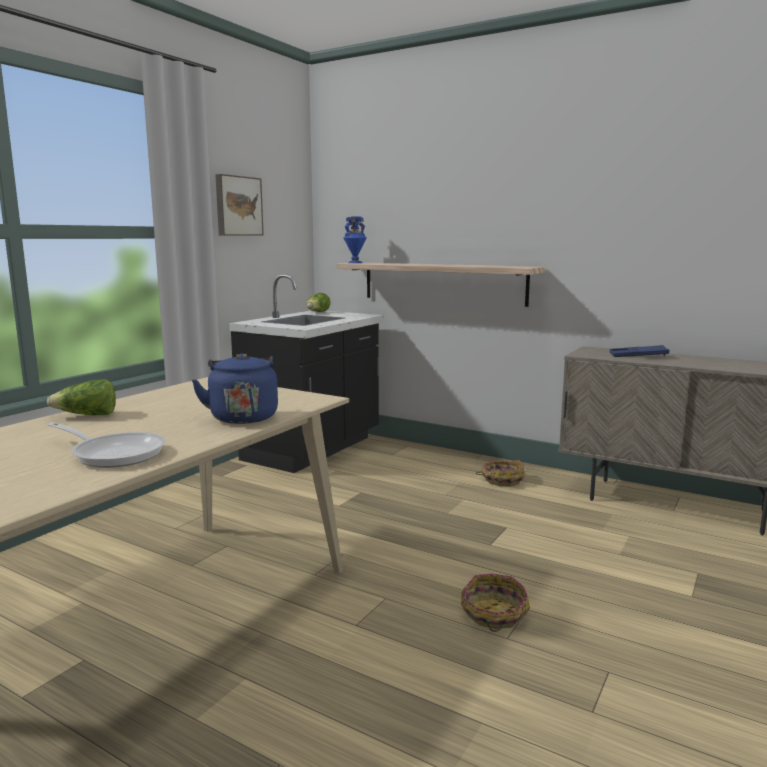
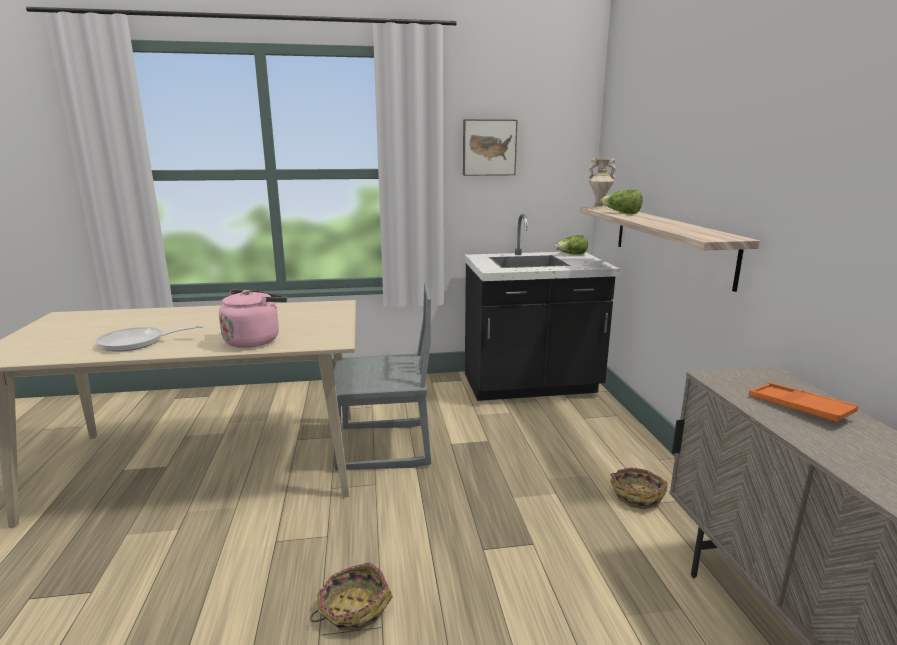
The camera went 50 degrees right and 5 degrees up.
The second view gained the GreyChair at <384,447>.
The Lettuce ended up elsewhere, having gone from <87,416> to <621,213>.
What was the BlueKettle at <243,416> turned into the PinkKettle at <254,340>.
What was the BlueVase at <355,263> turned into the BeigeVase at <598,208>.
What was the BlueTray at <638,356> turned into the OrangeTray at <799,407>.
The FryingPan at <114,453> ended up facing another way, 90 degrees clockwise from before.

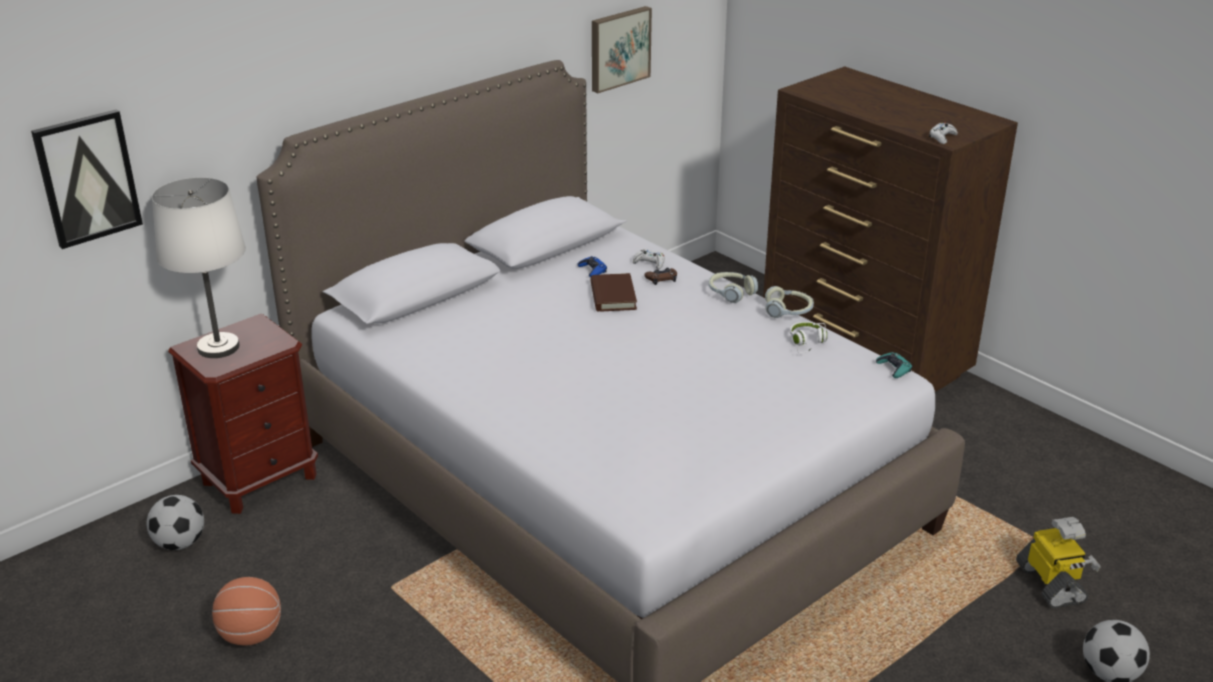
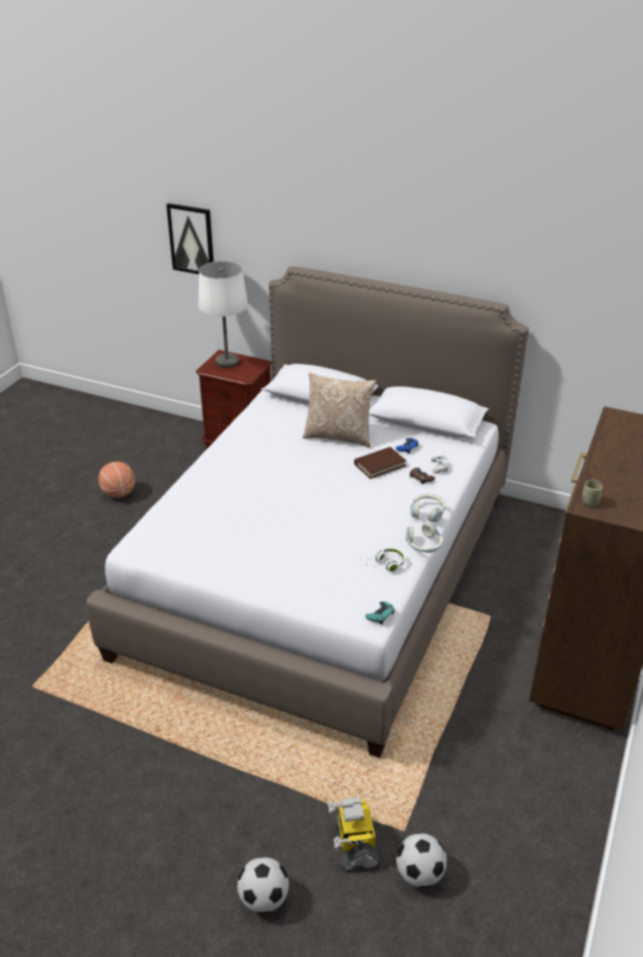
The camera went 65 degrees right and 5 degrees up.
The second view lost the Picture at <618,48>.
The second view gained the Pillow at <339,436>.
The Football ended up elsewhere, having gone from <180,543> to <419,874>.
Where the WhiteGameController stood at <942,137>, the Cup came to stand at <590,502>.
The ToyRobot at <1052,584> ended up facing another way, 120 degrees clockwise from before.

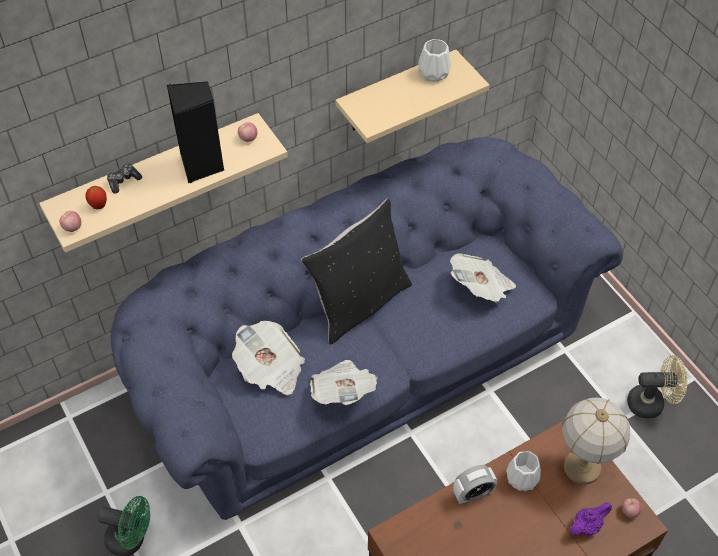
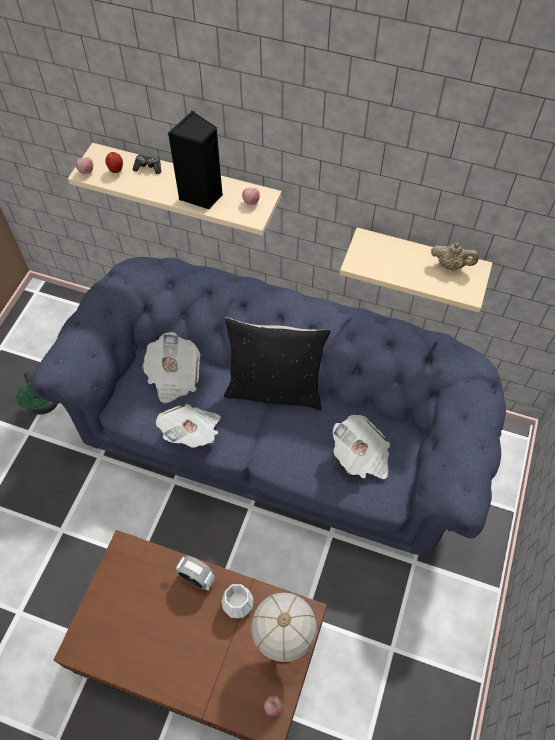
The camera went 50 degrees right and 5 degrees up.
The second view lost the PurpleTeapot at <587,526>.
The second view lost the BeigeFan at <651,403>.
Where the WhiteVase stood at <434,72>, the BeigeTeapot came to stand at <451,265>.

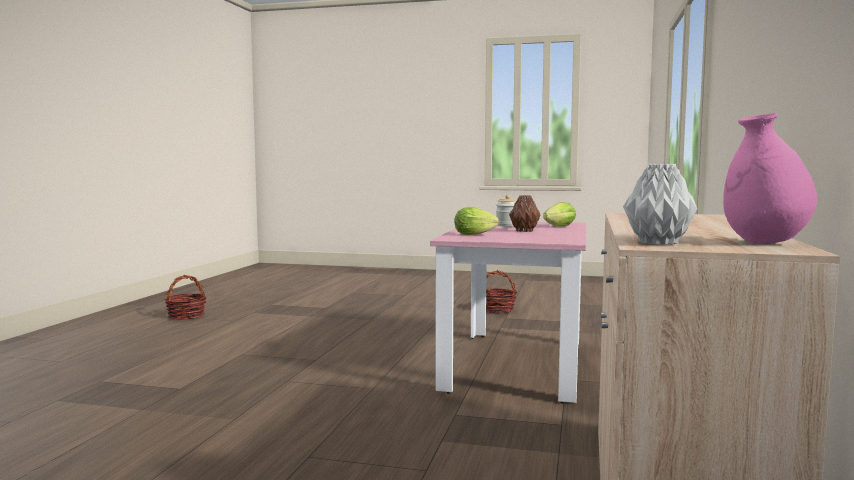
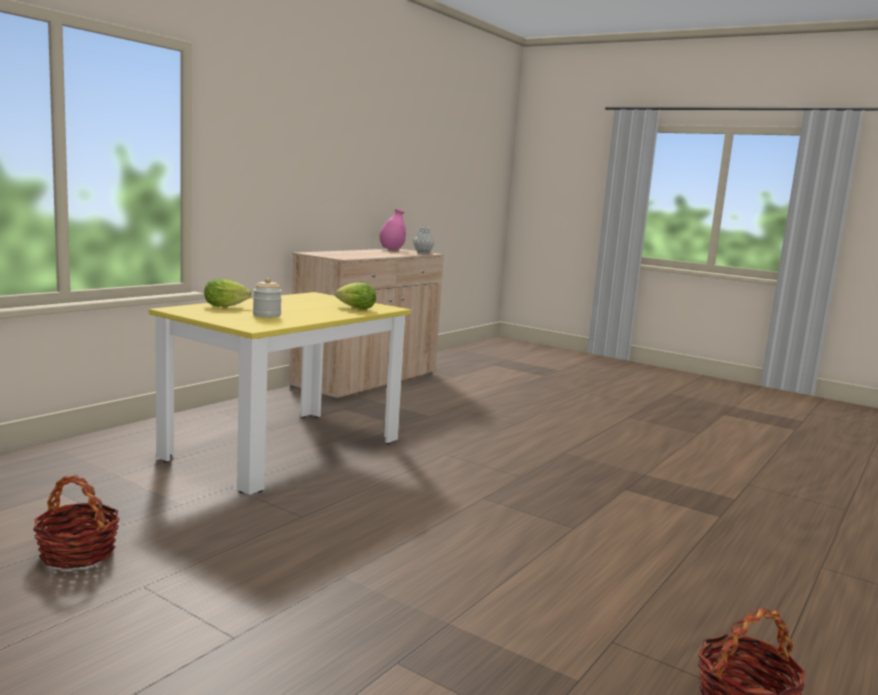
The camera went 160 degrees left and 5 degrees up.
The second view lost the BrownVase at <525,231>.
What was the PinkDiningTable at <516,364> turned into the YellowDiningTable at <284,449>.

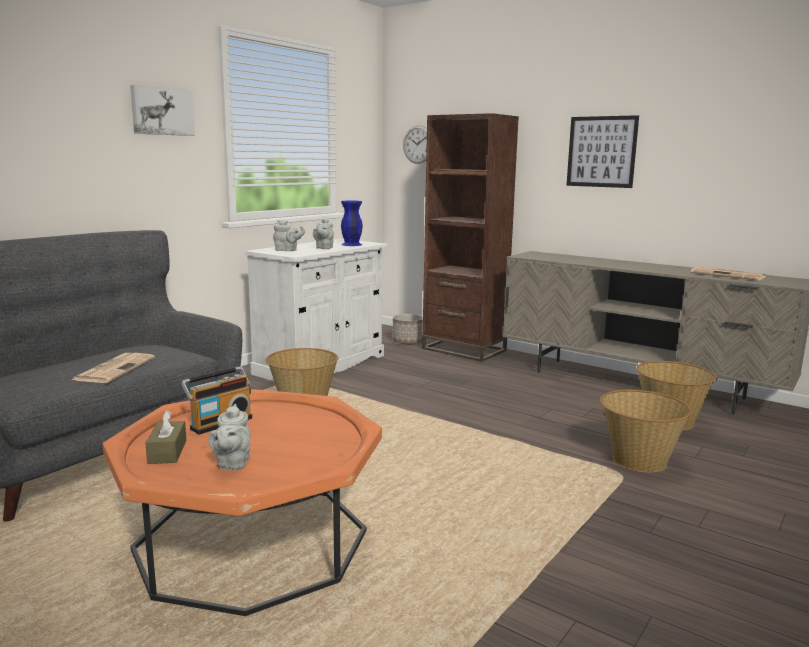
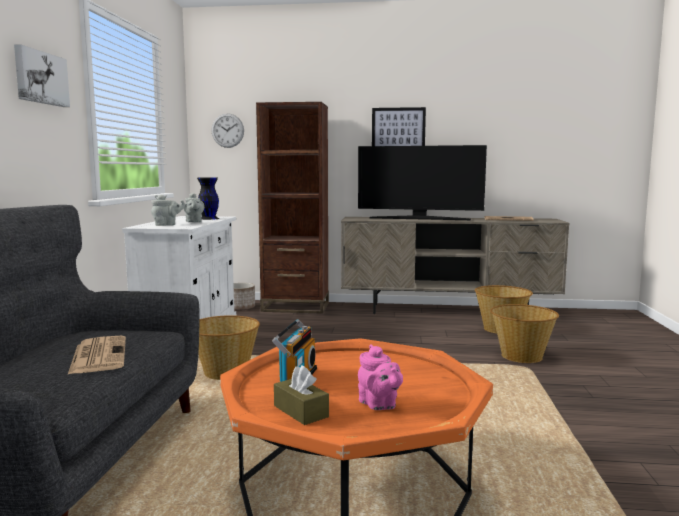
The camera went 30 degrees left and 5 degrees down.
The second view gained the Television at <420,219>.
What was the GreyTeapot at <232,464> turned into the PinkTeapot at <379,405>.
What was the BlueVase at <351,244> turned into the BlackVase at <208,218>.

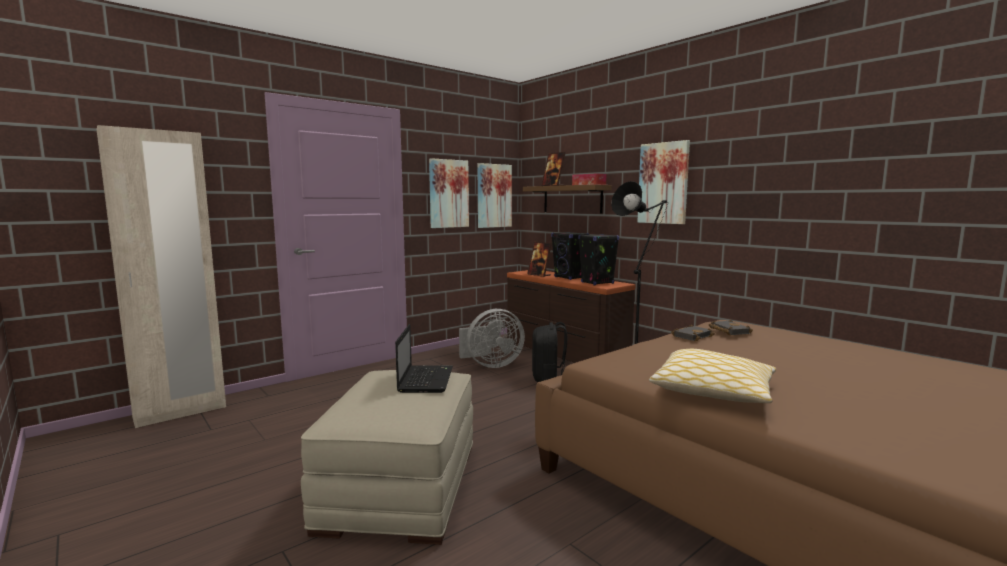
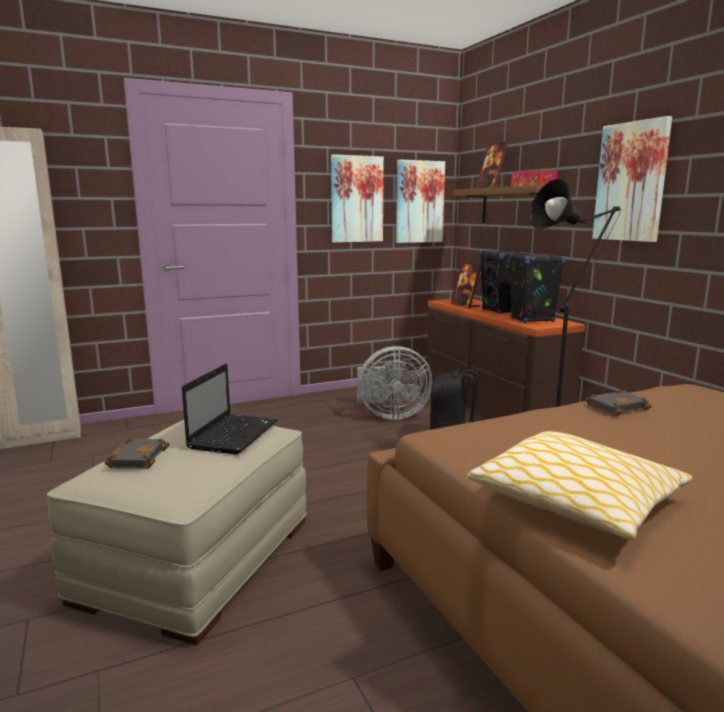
The camera went 15 degrees right and 5 degrees up.
The BlackBook ended up elsewhere, having gone from <727,331> to <137,458>.

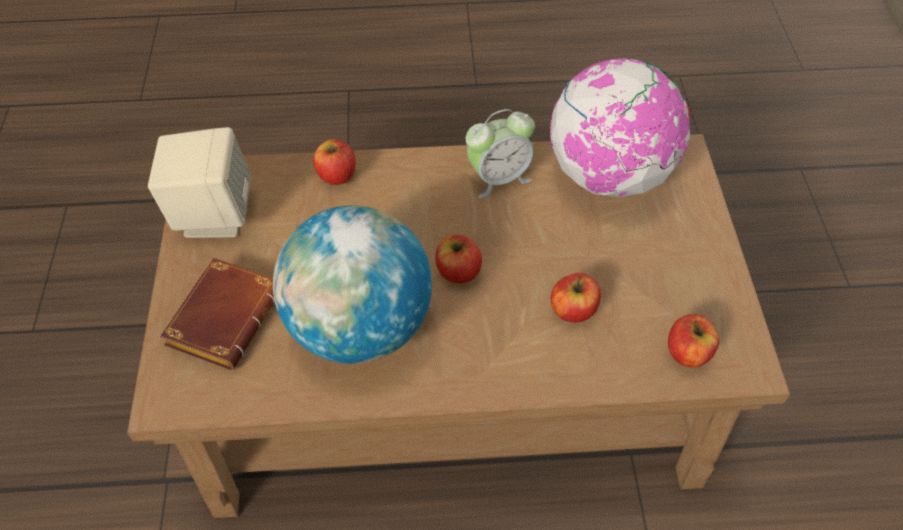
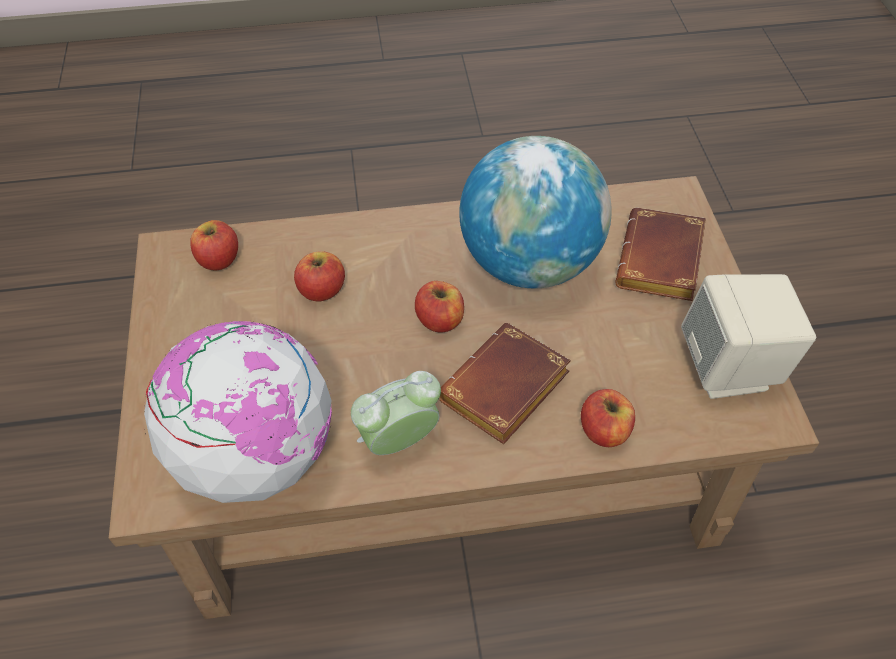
The camera went 175 degrees right and 0 degrees up.
The second view gained the BrownBook at <504,392>.

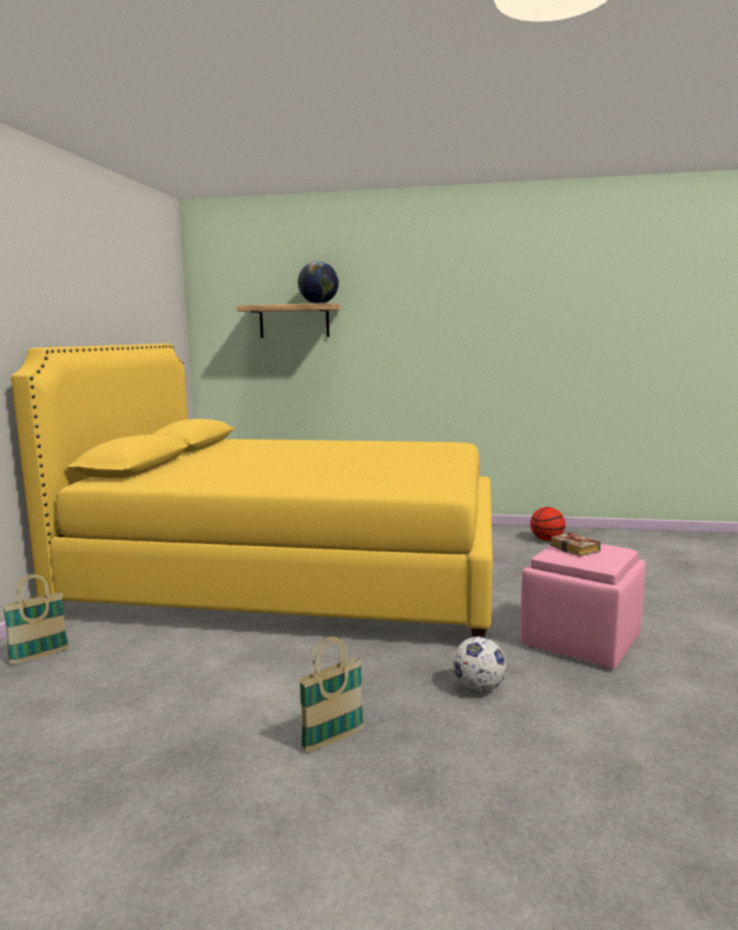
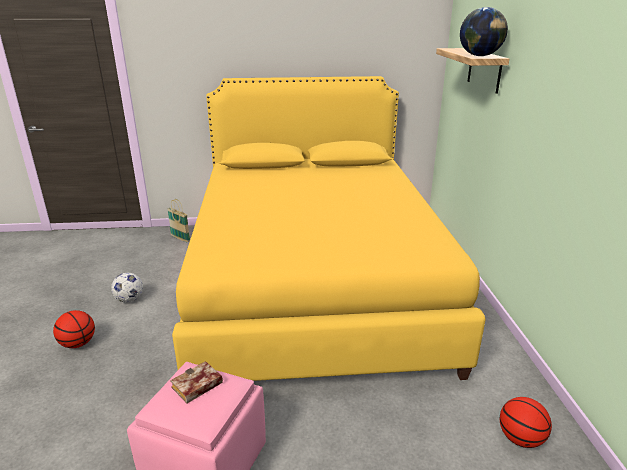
The camera went 75 degrees right and 15 degrees up.
The Football ended up elsewhere, having gone from <478,688> to <129,299>.
Where the Basket stood at <333,740>, the Basketball came to stand at <78,344>.

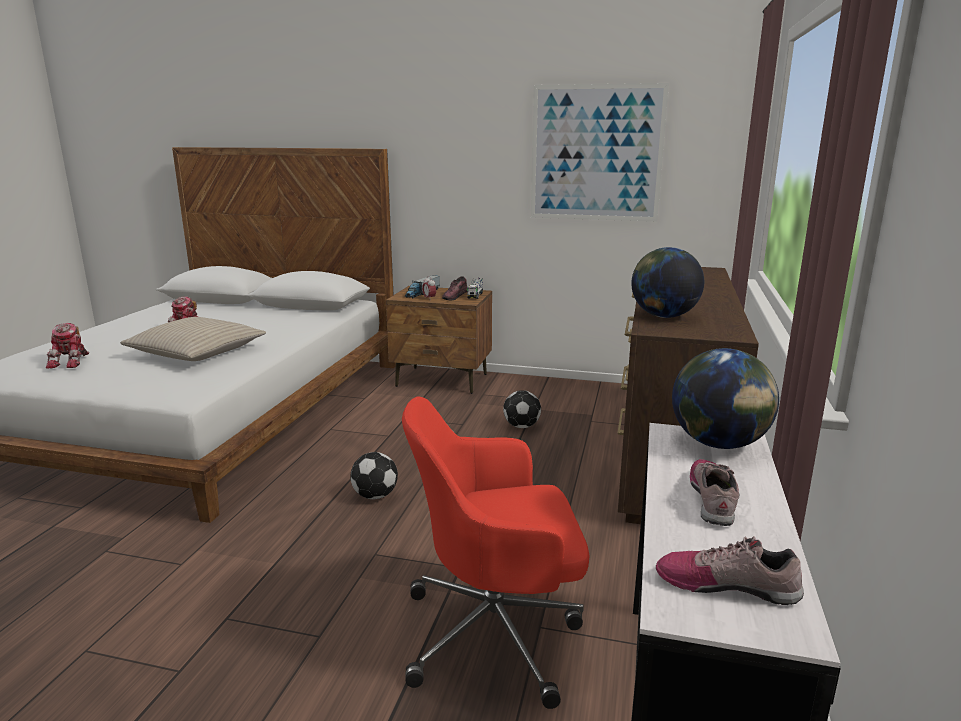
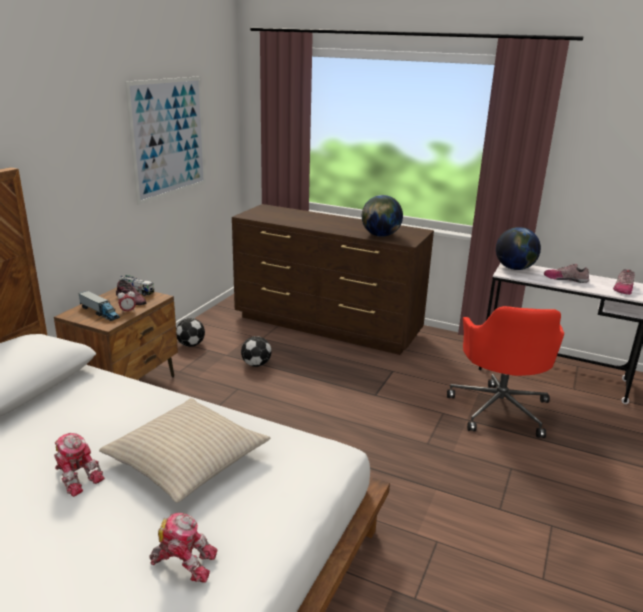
The camera went 80 degrees left and 5 degrees up.
The Football ended up elsewhere, having gone from <374,496> to <191,345>.

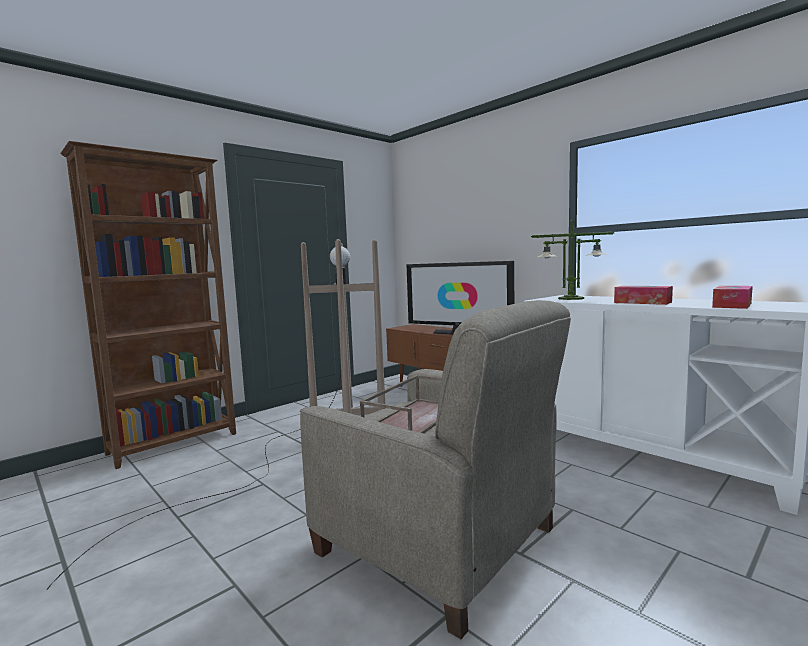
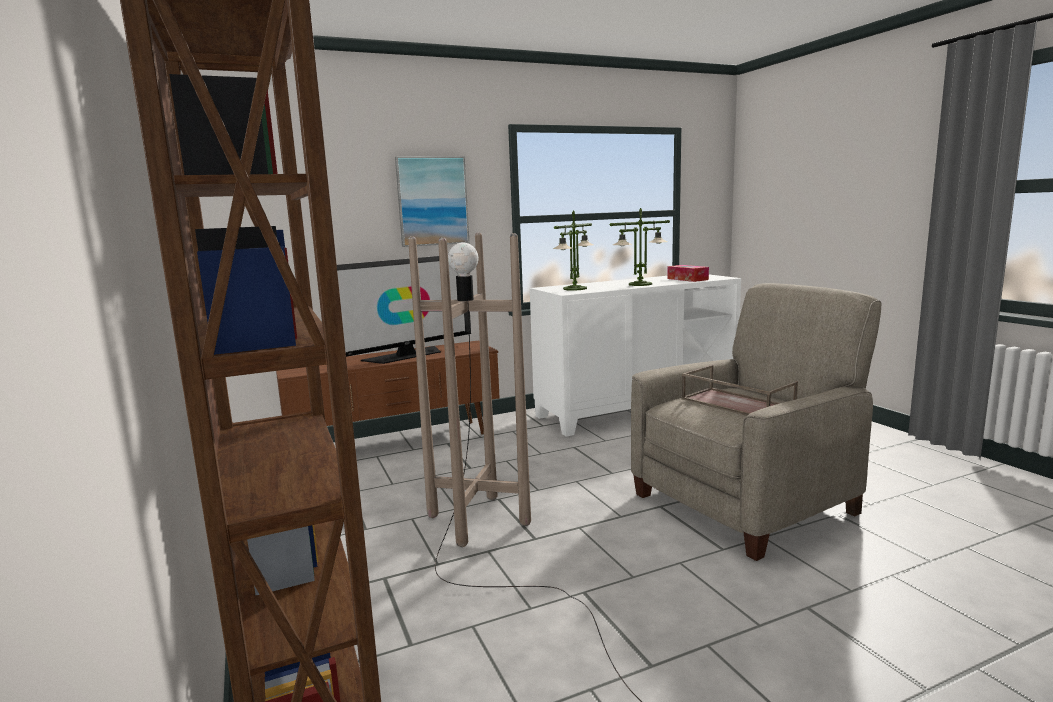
The camera went 70 degrees left and 5 degrees up.
The second view gained the Picture at <432,201>.
Where the TissueBox stood at <642,302>, the TableLamp came to stand at <640,284>.

